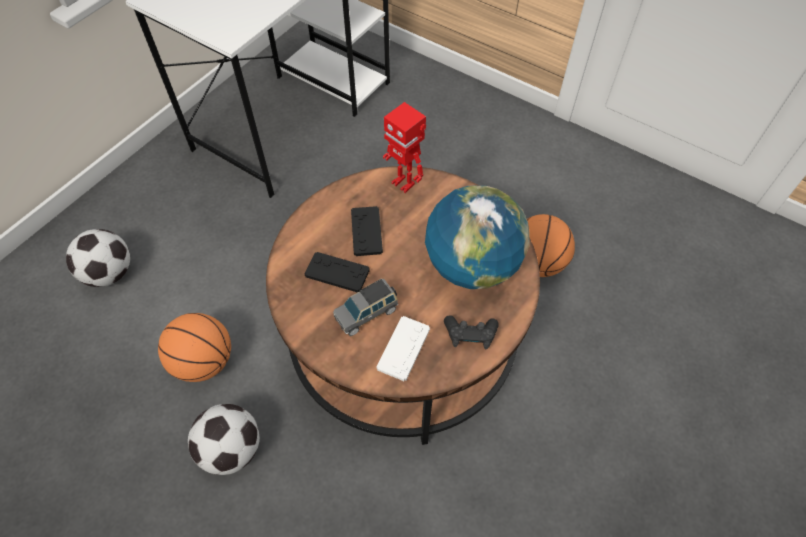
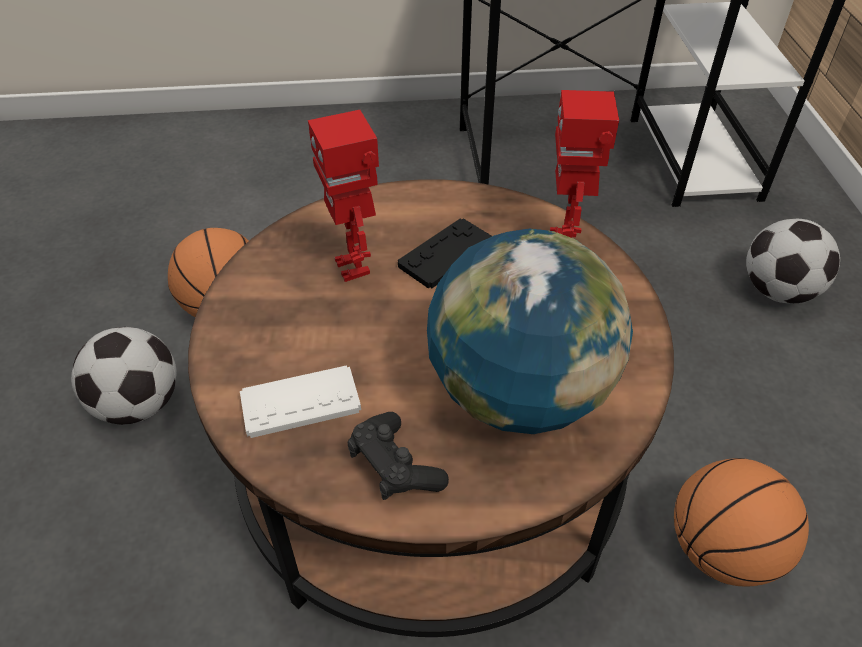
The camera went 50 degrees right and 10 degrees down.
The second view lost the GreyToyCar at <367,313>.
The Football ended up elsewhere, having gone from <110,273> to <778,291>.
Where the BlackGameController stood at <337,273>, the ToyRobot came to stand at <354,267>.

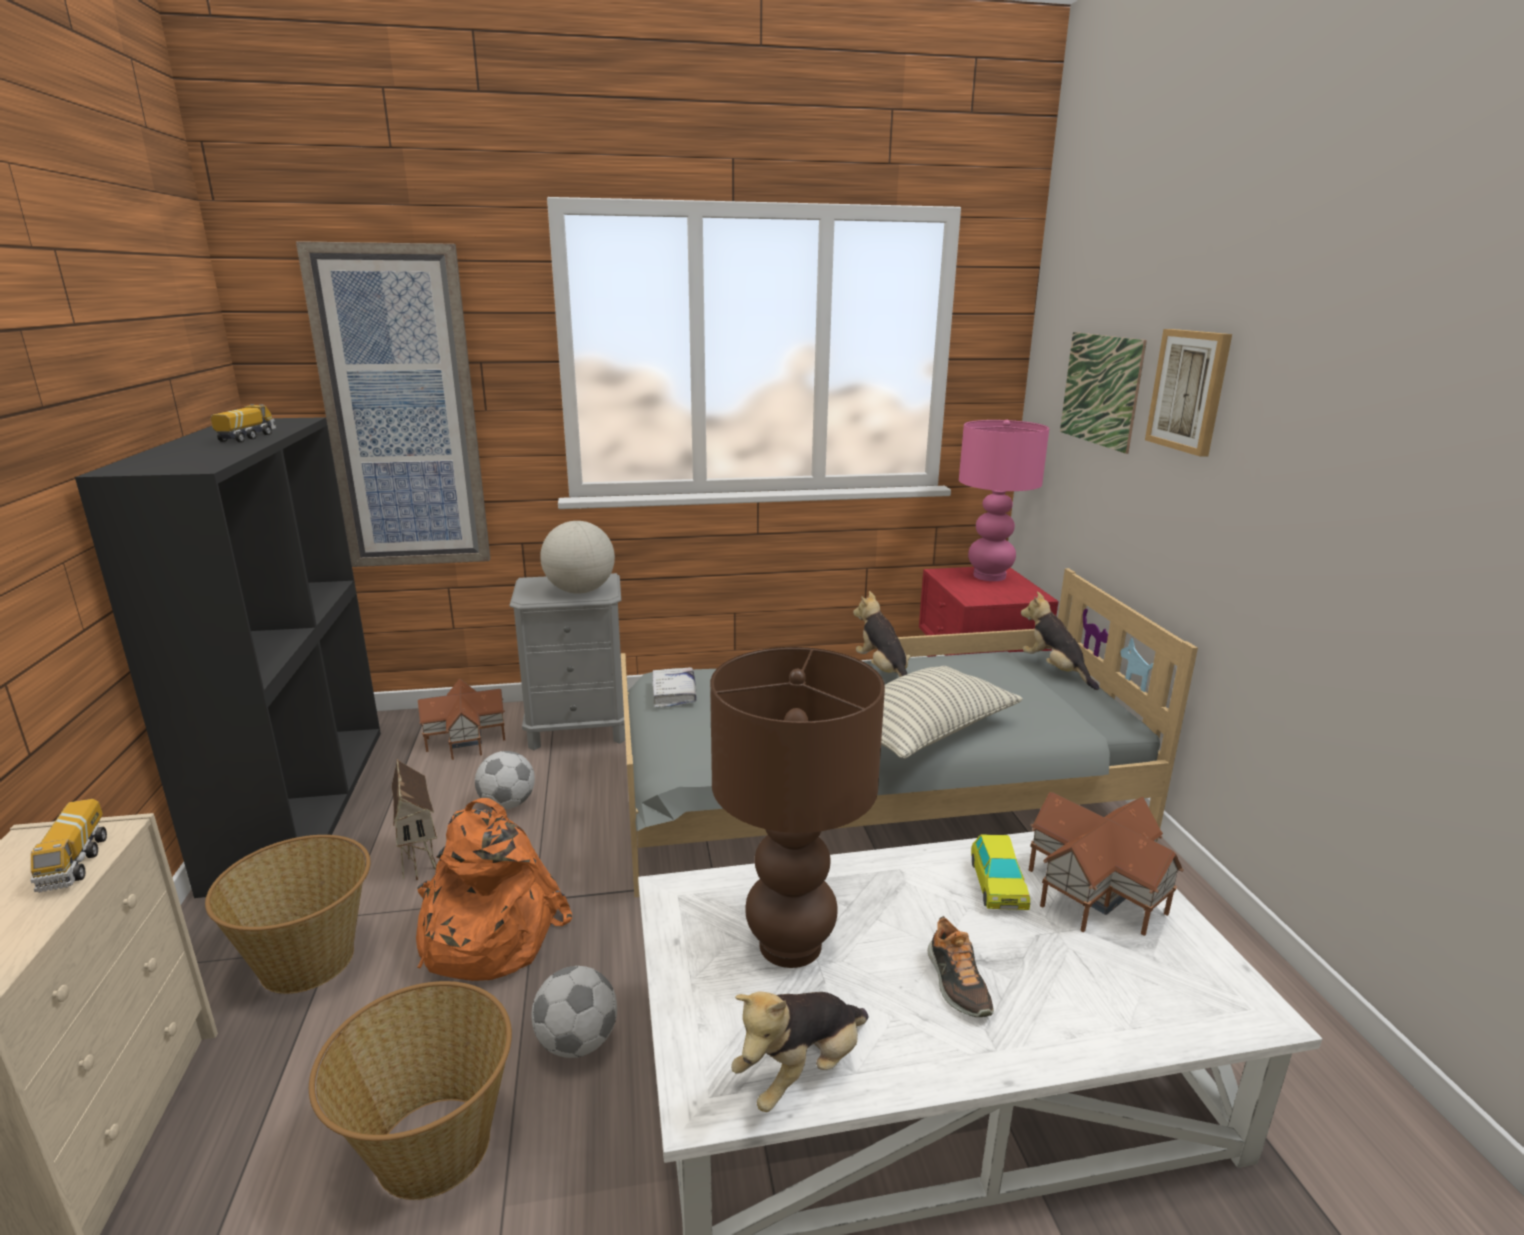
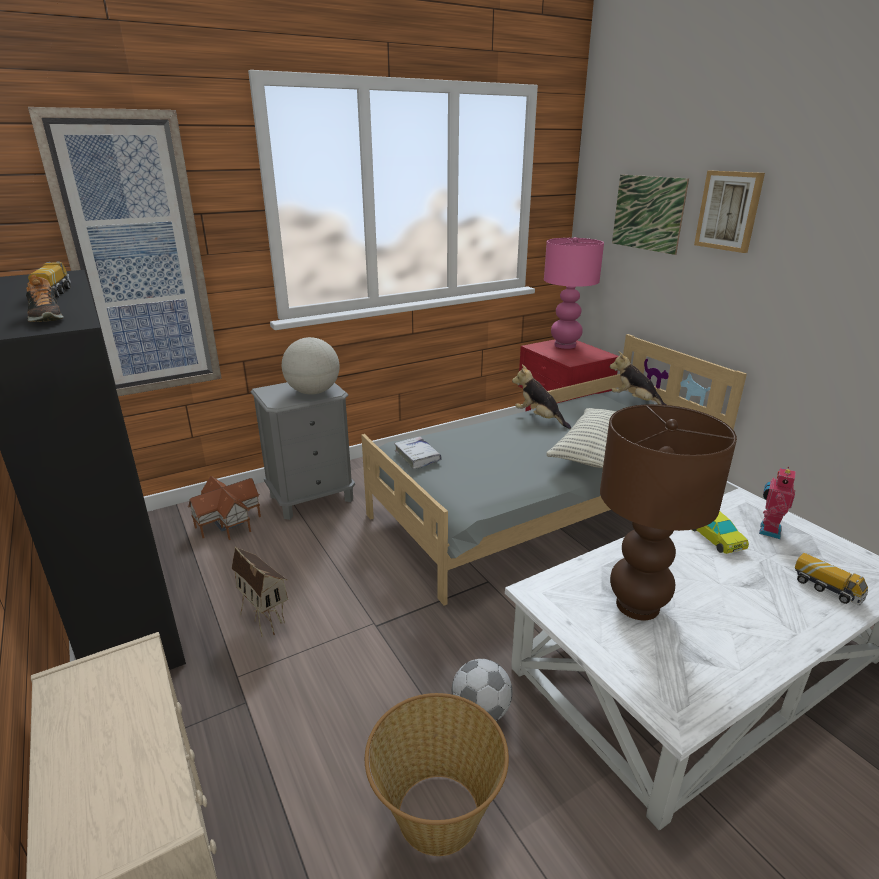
The camera went 20 degrees left and 5 degrees up.
The second view lost the Basket at <309,960>.
The second view lost the OrangeBackpack at <485,933>.
The second view lost the Football at <507,804>.
The second view lost the PlushToy at <801,1071>.
The ToyTruck ended up elsewhere, having gone from <74,863> to <826,589>.
The Shoe ended up elsewhere, having gone from <956,983> to <46,317>.
Where the ToyHouse stood at <1096,893>, the ToyRobot came to stand at <768,530>.

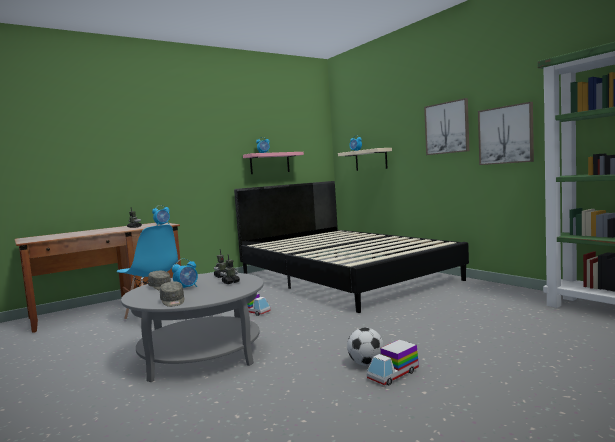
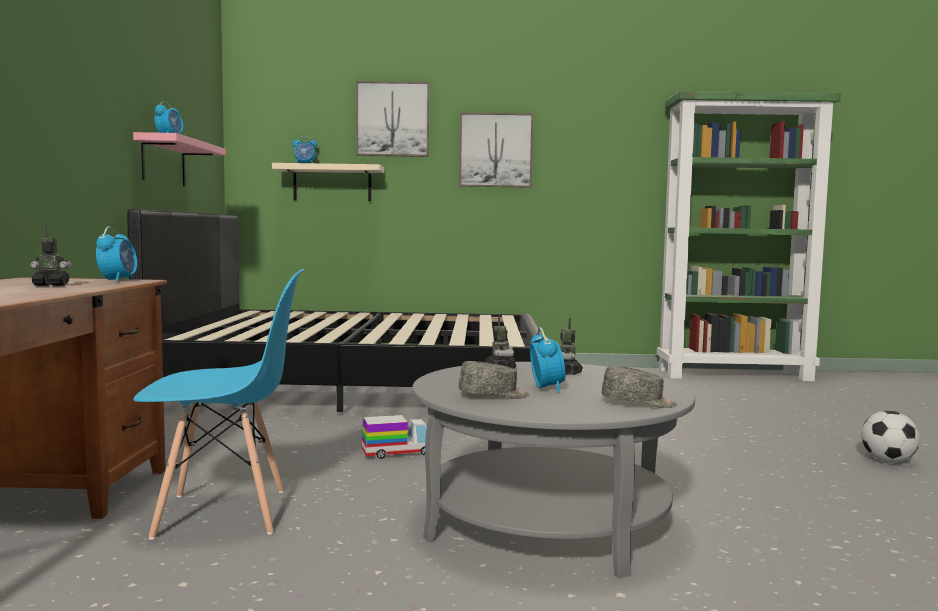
The camera went 55 degrees left and 0 degrees up.
The second view lost the ToyTruck at <393,375>.
The Football ended up elsewhere, having gone from <366,364> to <888,461>.
The Picture ended up elsewhere, having gone from <505,135> to <393,119>.

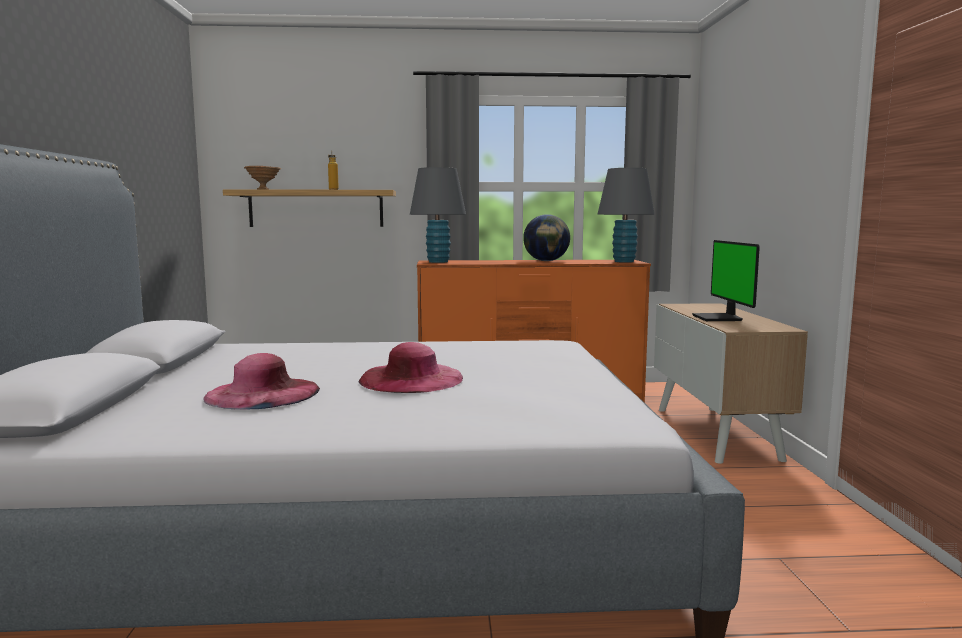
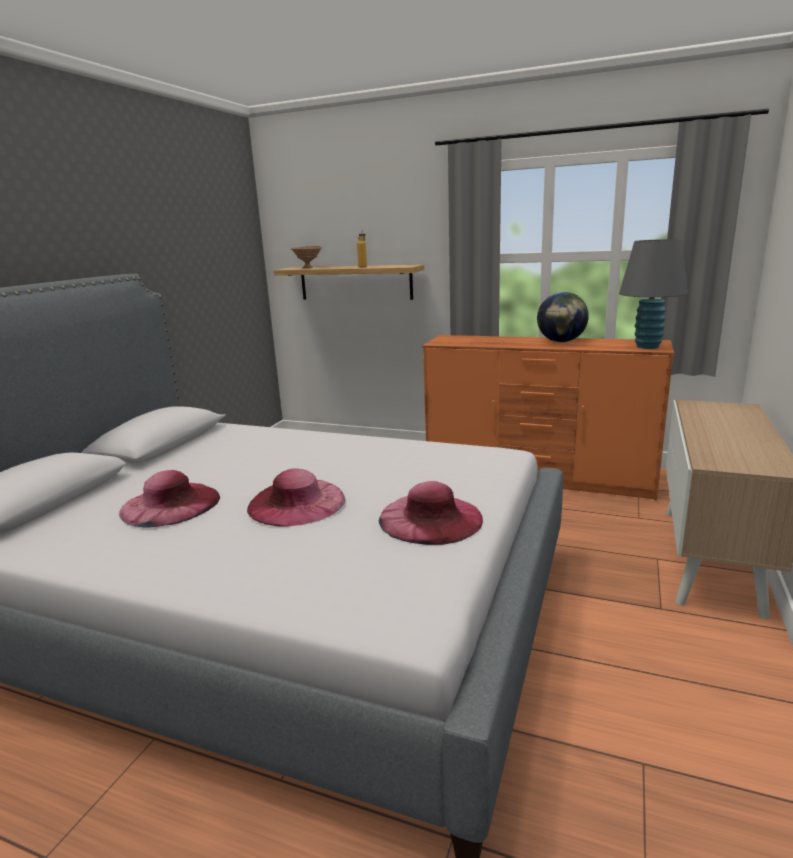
The camera went 25 degrees right and 10 degrees up.
The second view lost the GreyTableLamp at <438,262>.
The second view lost the Monitor at <719,318>.
The second view gained the PinkHat at <430,518>.

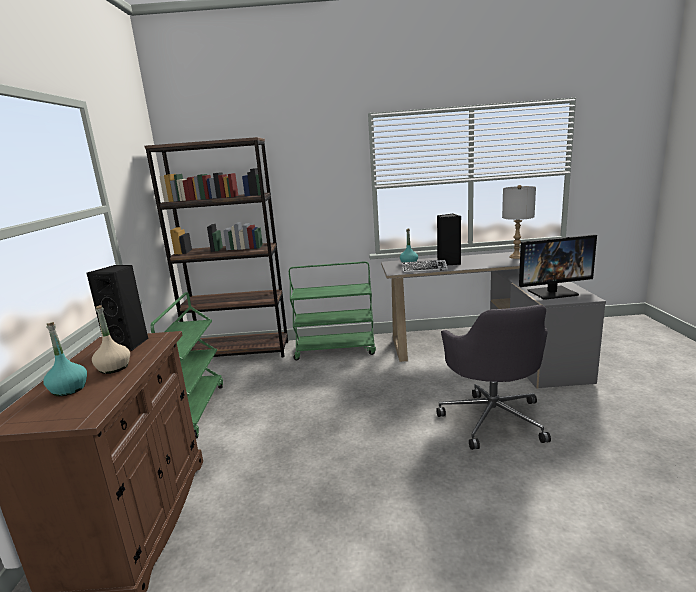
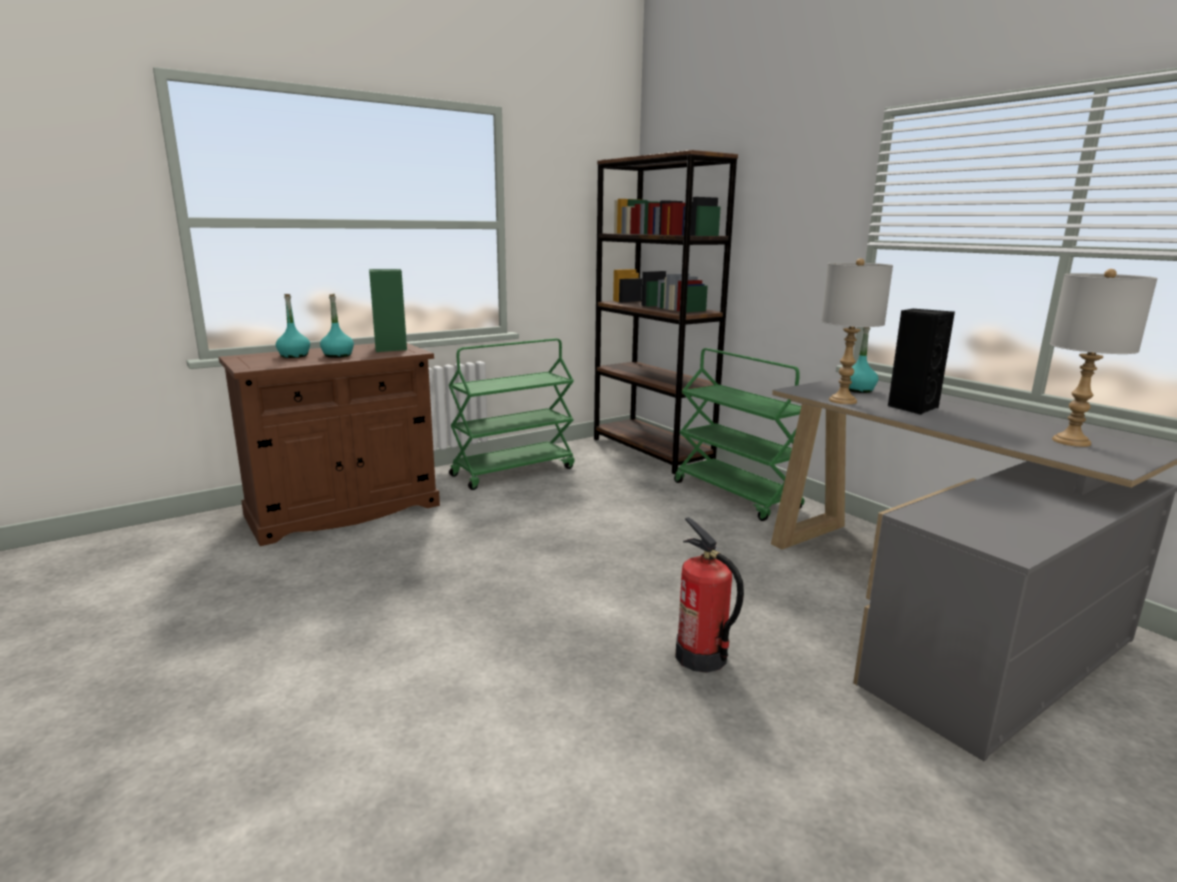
The camera went 55 degrees right and 0 degrees up.
The second view lost the Monitor at <553,292>.
Where the Keyboard stood at <424,269>, the GreyTableLamp came to stand at <843,401>.
Where the GreyOfficeChair stood at <493,418>, the FireExtinguisher came to stand at <701,657>.
What was the BlackSpeaker at <129,344> turned into the GreenSpeaker at <390,349>.
What was the BeigeBottle at <114,368> turned into the TurquoiseBottle at <338,355>.

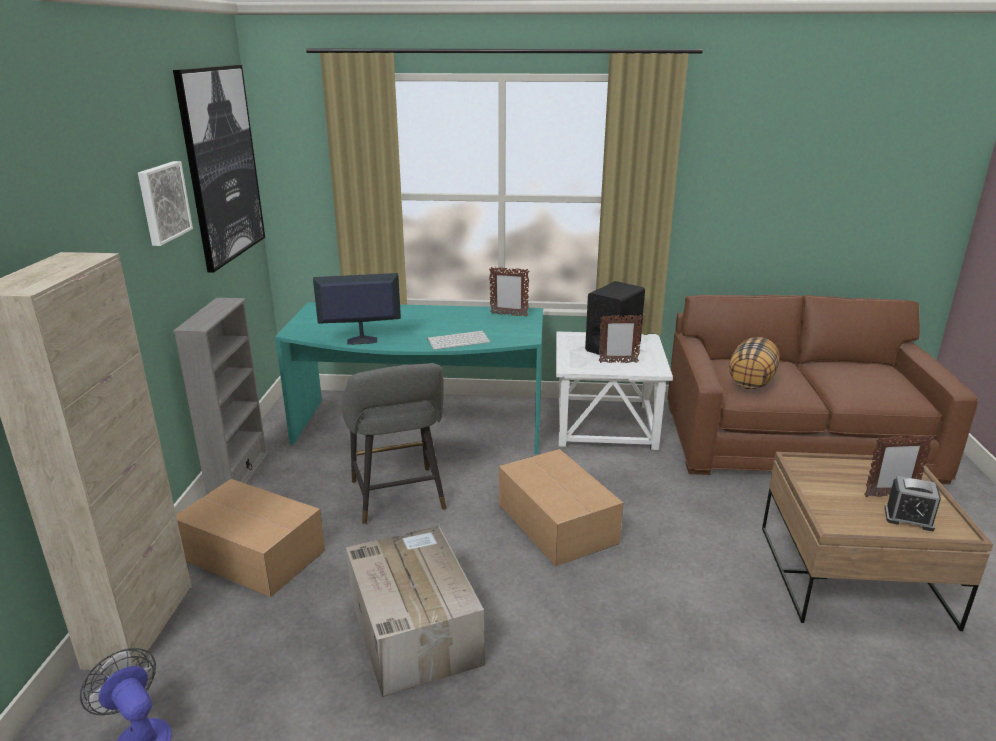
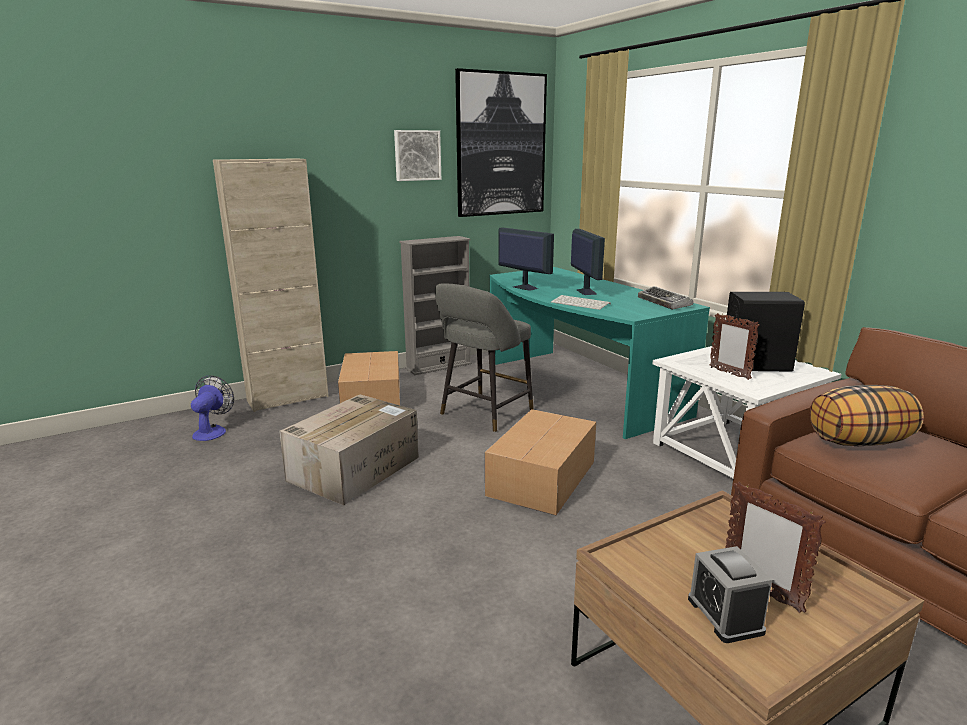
The camera went 55 degrees right and 5 degrees down.
The second view gained the Monitor at <586,291>.
Where the PictureFrame stood at <508,315>, the Keyboard came to stand at <665,302>.

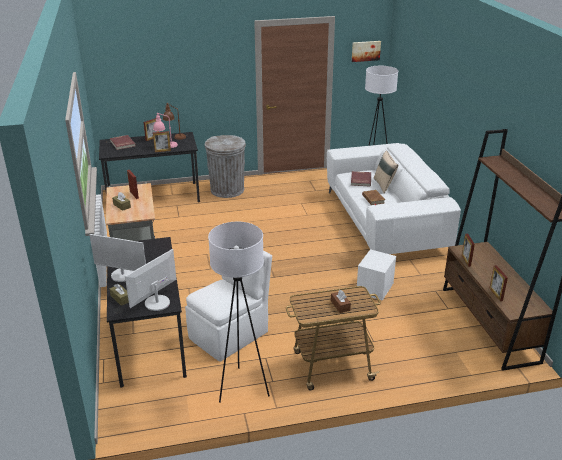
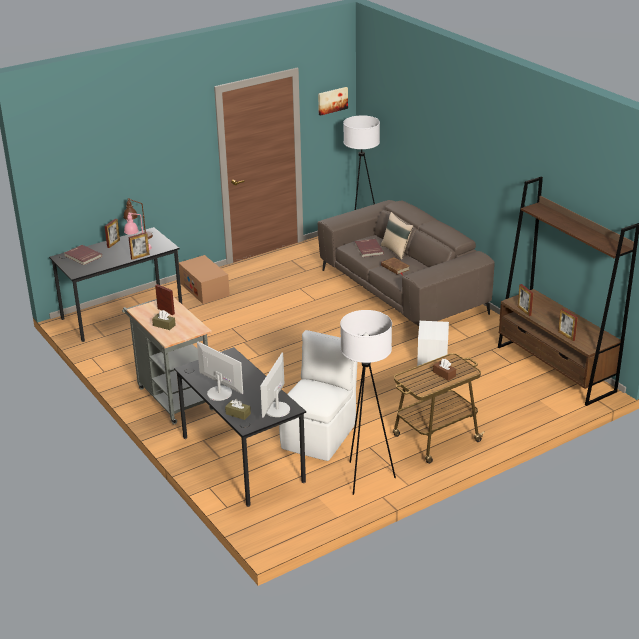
The camera went 20 degrees left and 0 degrees up.
Where the GreyTrashCan stood at <227,190>, the CardboardBox came to stand at <204,289>.
What was the WhiteSofa at <384,222> turned into the BrownSofa at <402,292>.
The Monitor at <123,275> ended up facing another way, 135 degrees counterclockwise from before.

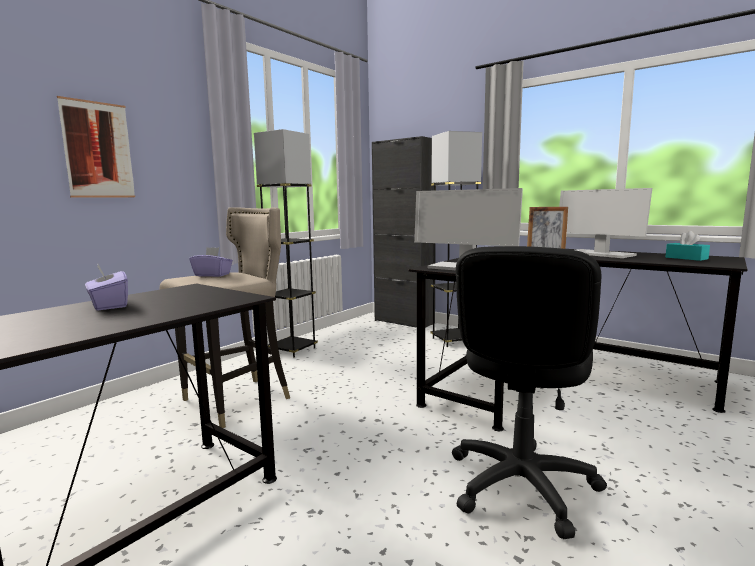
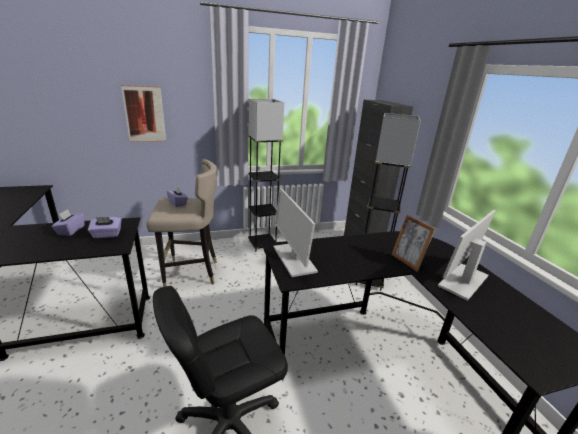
The camera went 35 degrees right and 15 degrees up.
The second view lost the TurquoiseTissueBox at <686,258>.
The second view gained the PurpleTissueBox at <107,235>.
The Monitor at <599,254> ended up facing another way, 45 degrees clockwise from before.

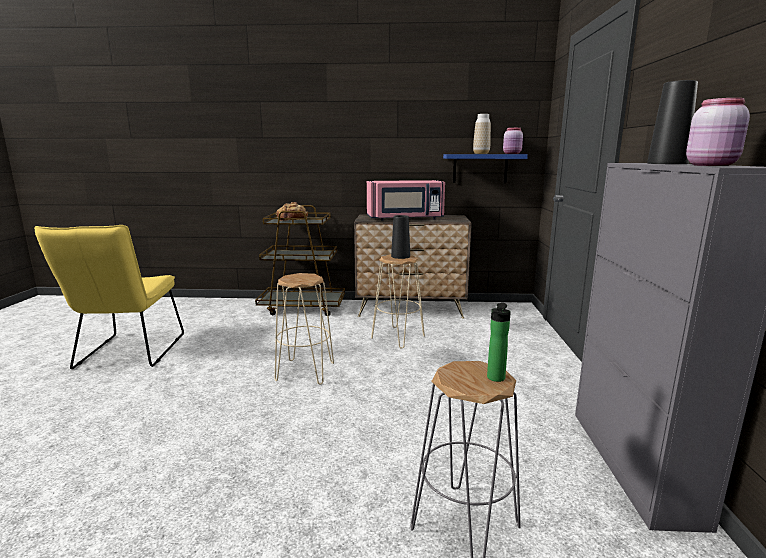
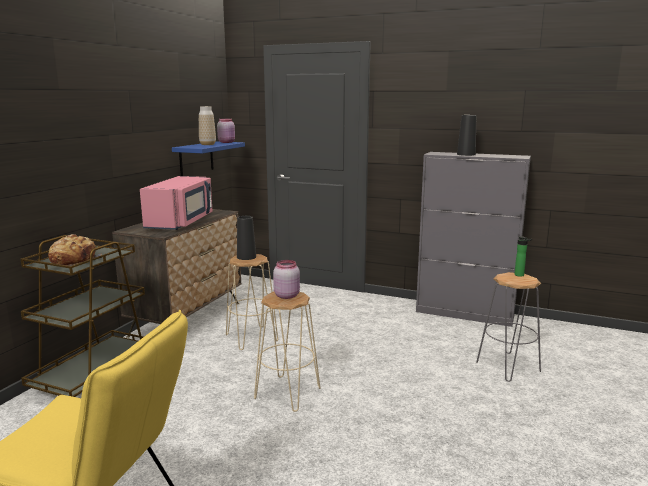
The camera went 70 degrees left and 0 degrees up.
The PinkJar ended up elsewhere, having gone from <712,165> to <287,295>.

